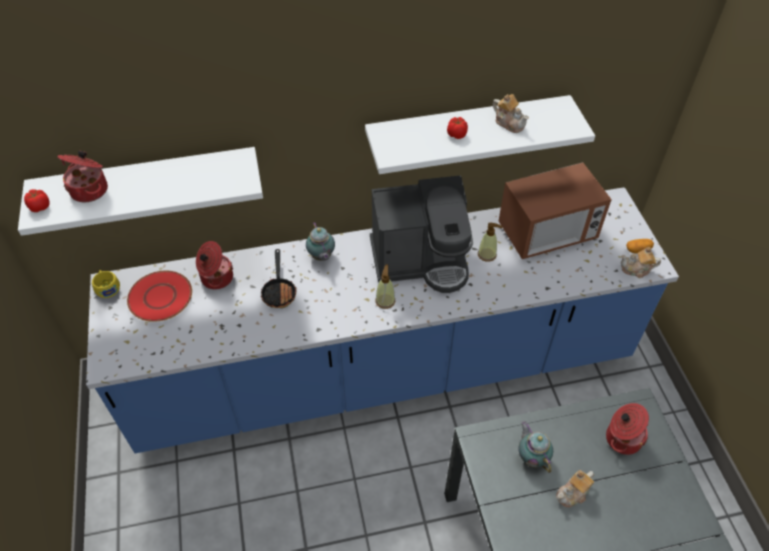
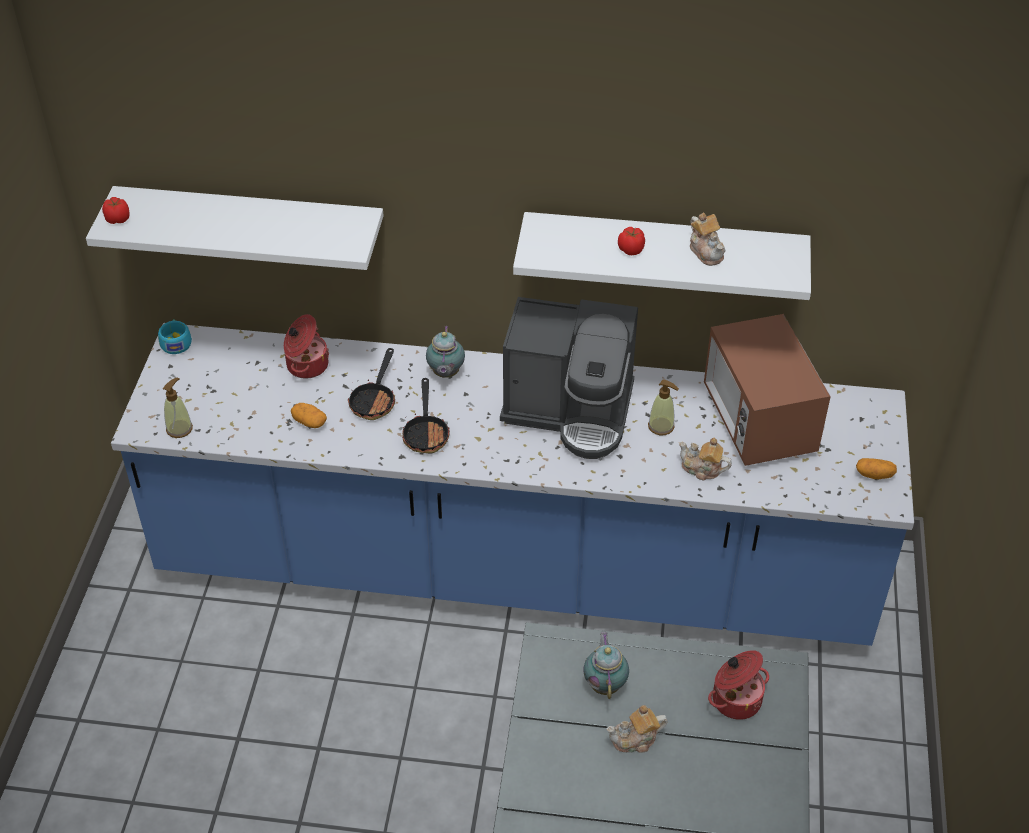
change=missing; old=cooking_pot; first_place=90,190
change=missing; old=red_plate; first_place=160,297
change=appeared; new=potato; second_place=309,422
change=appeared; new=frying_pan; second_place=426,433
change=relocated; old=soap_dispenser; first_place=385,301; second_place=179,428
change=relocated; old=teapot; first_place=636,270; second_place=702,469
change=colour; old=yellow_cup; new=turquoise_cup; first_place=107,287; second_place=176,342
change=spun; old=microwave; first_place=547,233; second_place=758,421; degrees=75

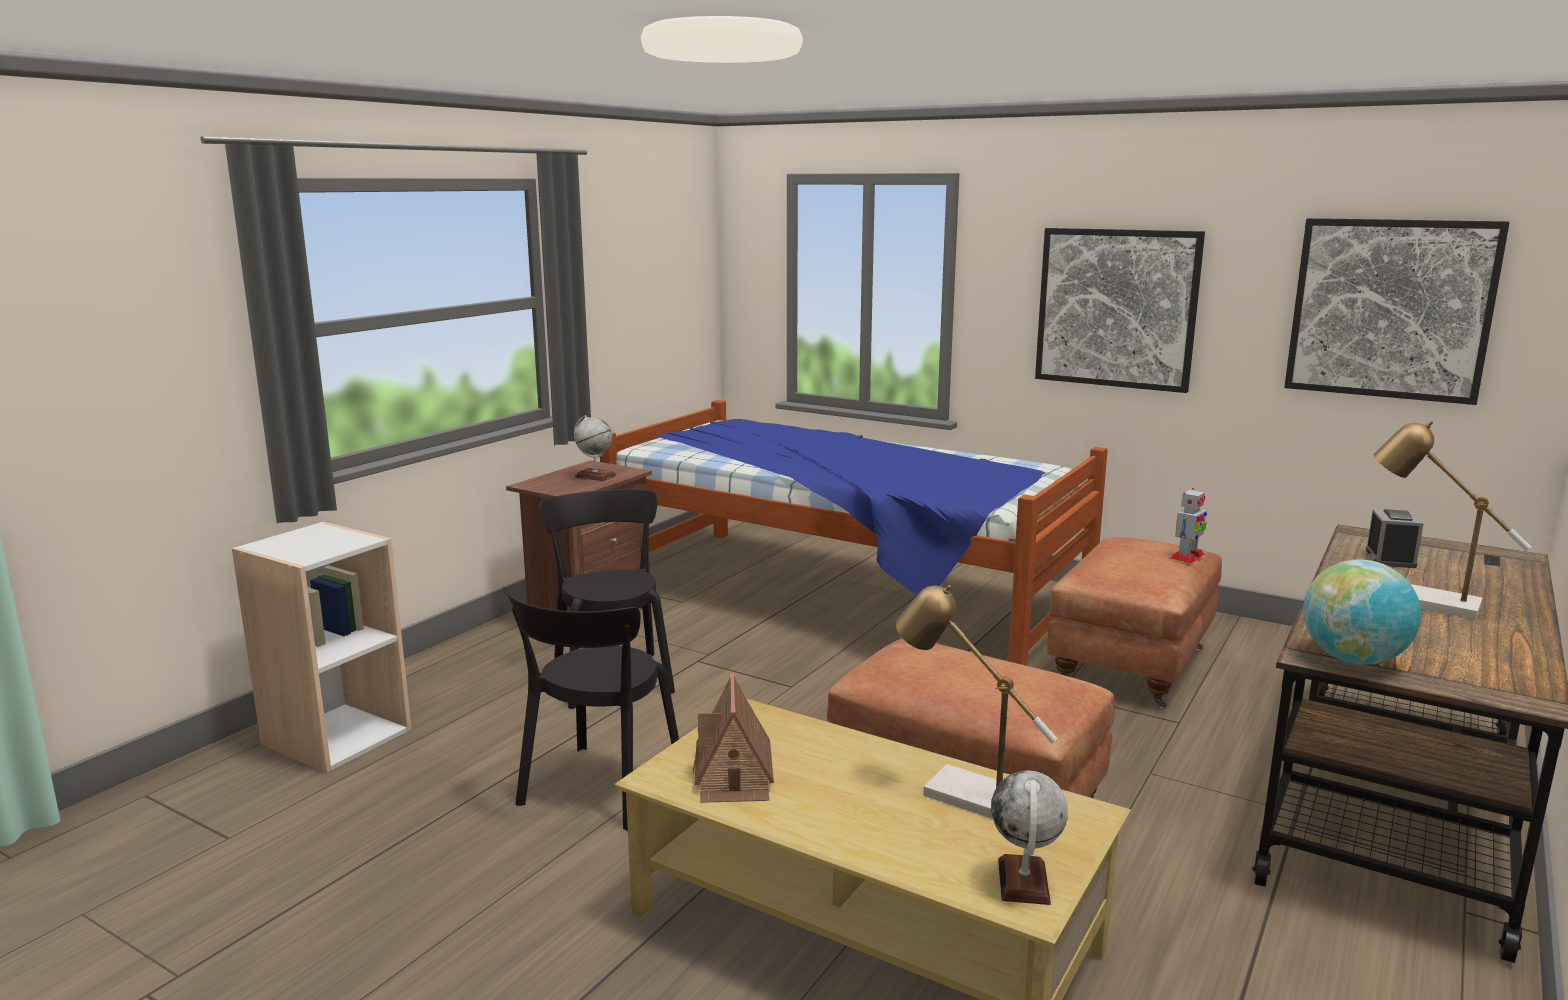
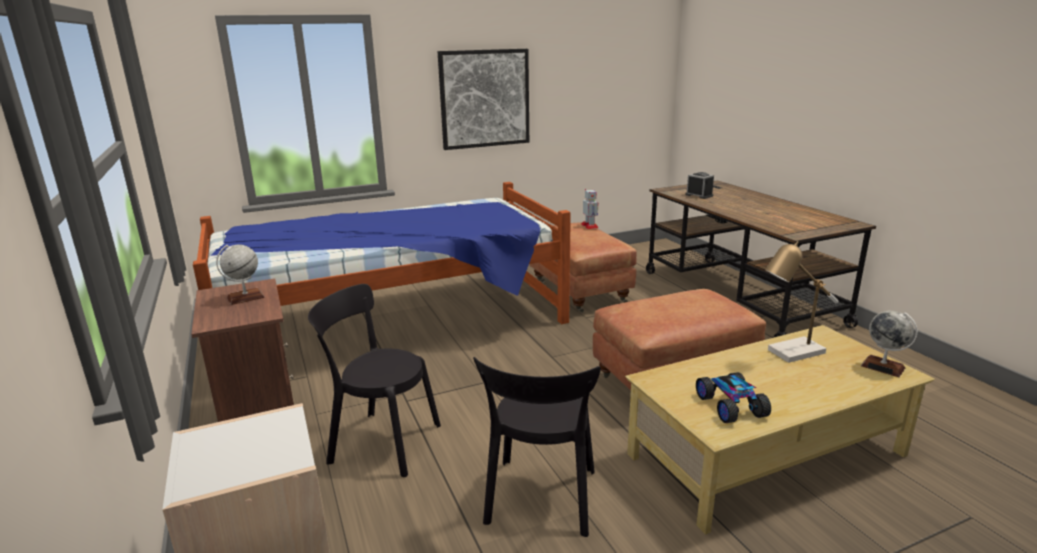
change=missing; old=picture; first_place=1390,309
change=missing; old=globe; first_place=1353,659
change=missing; old=table_lamp; first_place=1423,602
change=exchanged; old=toy_house; new=toy_car; first_place=734,774; second_place=731,406
change=spun; old=black_chair; first_place=598,791; second_place=540,501; degrees=45

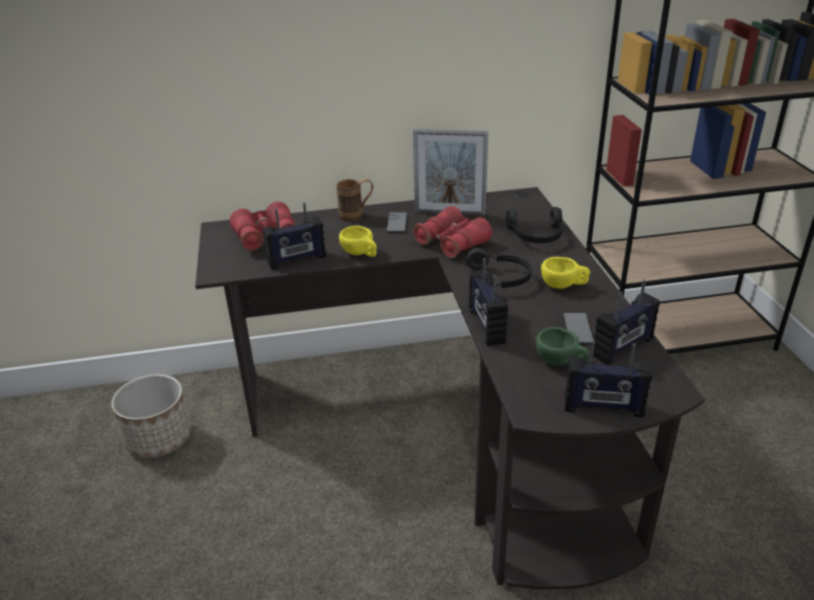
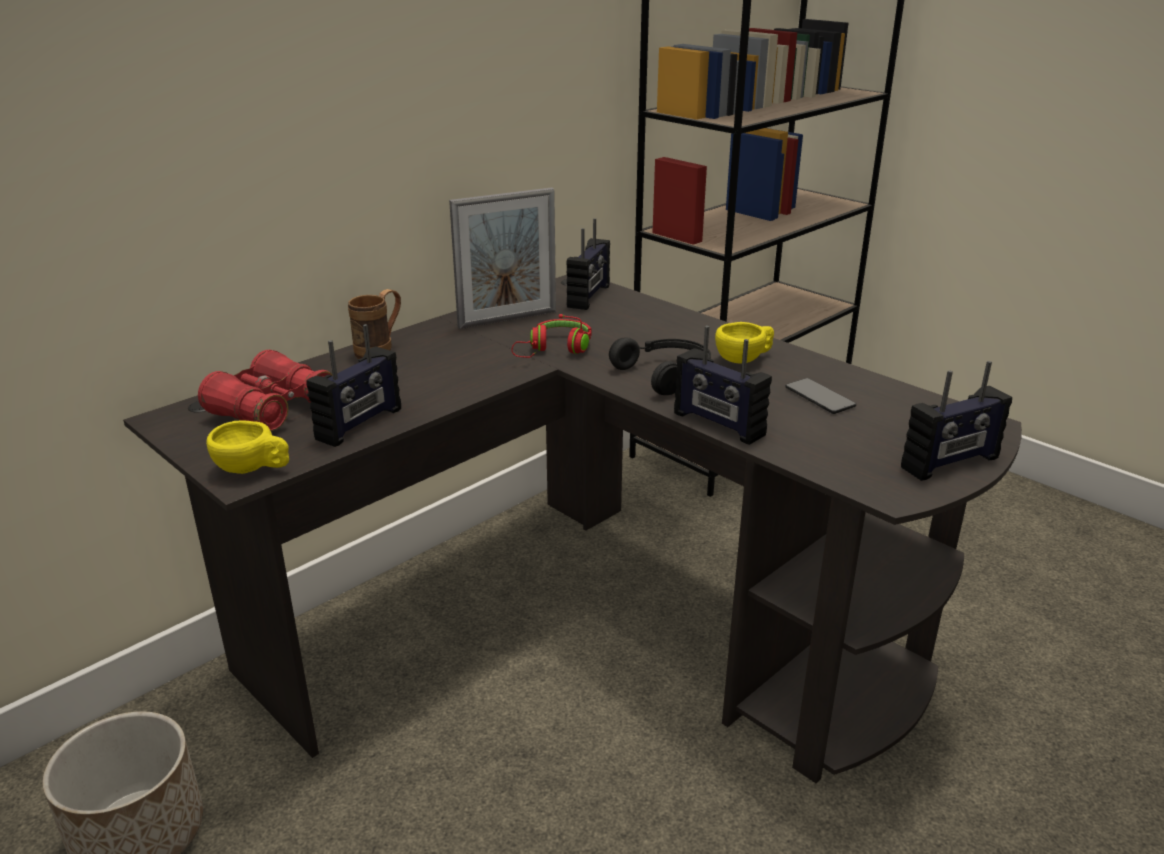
change=missing; old=phone; first_place=397,223
change=missing; old=black_headphones; first_place=536,236
change=missing; old=green_cup; first_place=561,362
change=relocated; old=yellow_cup; first_place=360,254; second_place=253,469
change=relocated; old=radio; first_place=623,348; second_place=589,296
change=exchanged; old=red_binoculars; new=red_headphones; first_place=452,243; second_place=555,350

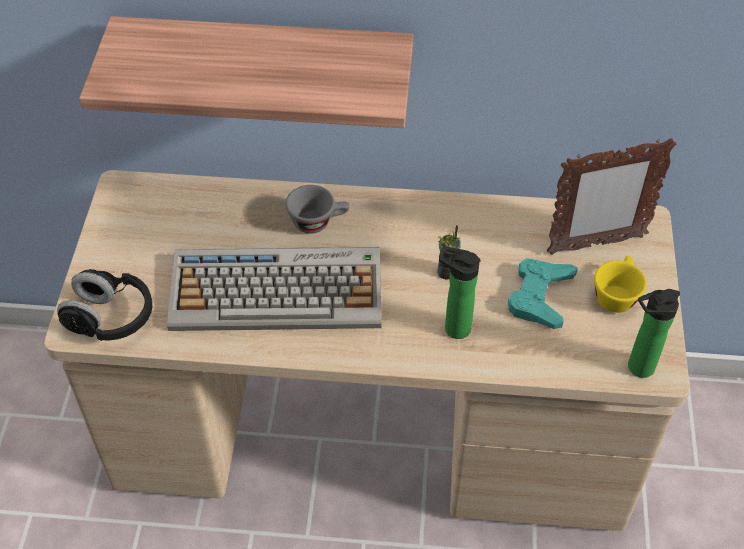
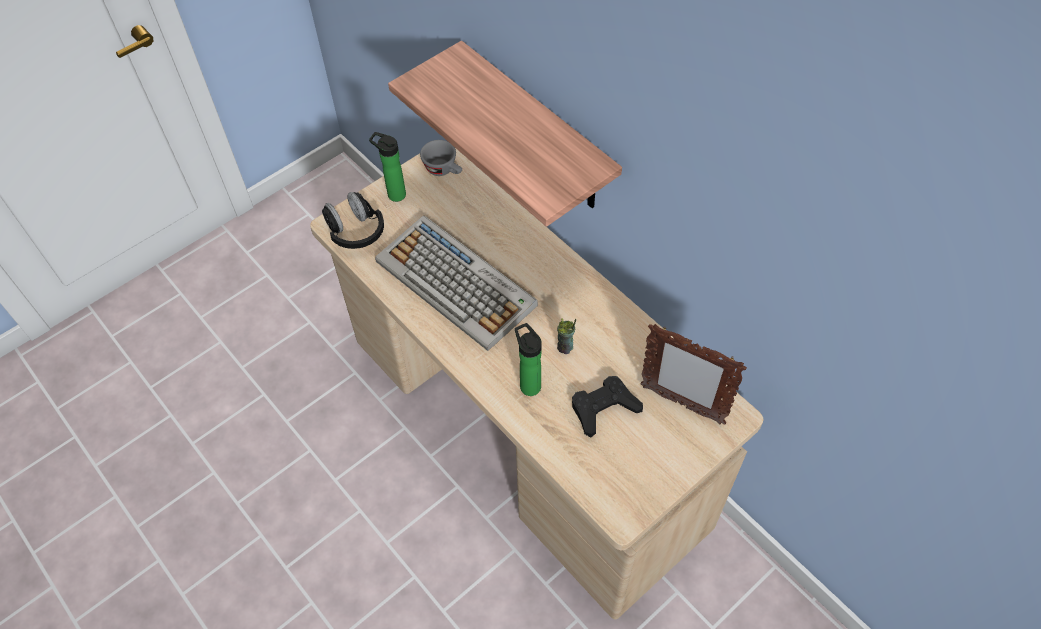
change=missing; old=yellow_cup; first_place=616,294
change=relocated; old=grey_cup; first_place=318,221; second_place=444,170
change=relocated; old=bottle; first_place=637,368; second_place=394,194
change=colour; old=turquoise_game_controller; new=black_game_controller; first_place=540,296; second_place=604,408

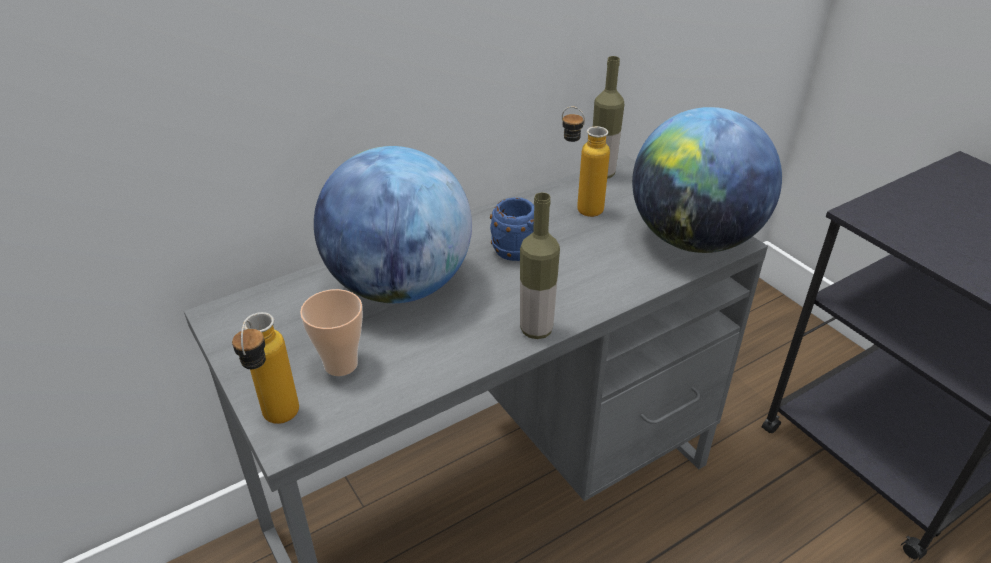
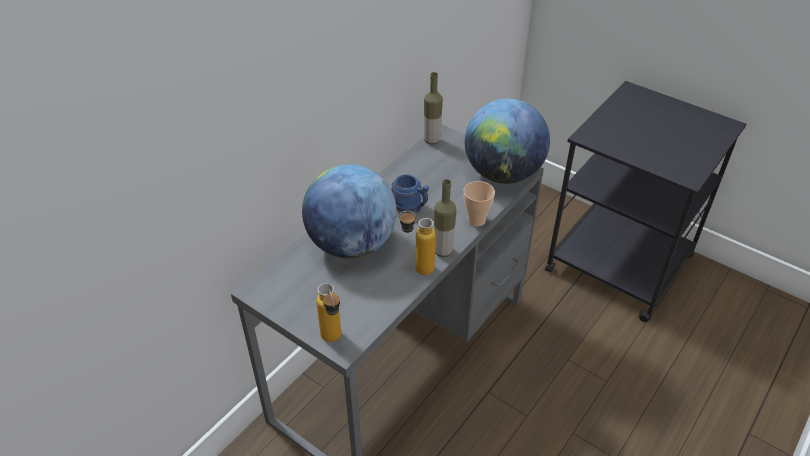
change=relocated; old=cup; first_place=341,364; second_place=476,220
change=relocated; old=bottle; first_place=579,208; second_place=416,268

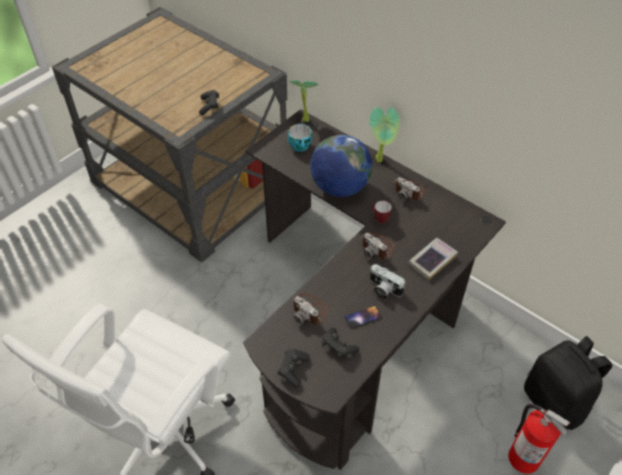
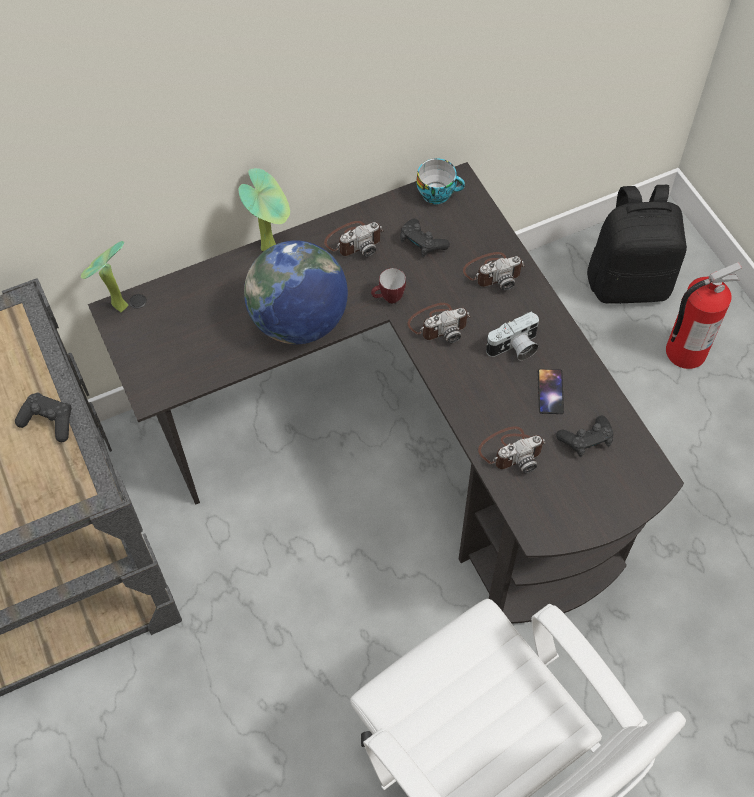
change=relocated; old=black_game_controller; first_place=293,370; second_place=422,243
change=relocated; old=cup; first_place=300,146; second_place=438,193
change=exchanged; old=book; new=photo_camera; first_place=432,261; second_place=493,272

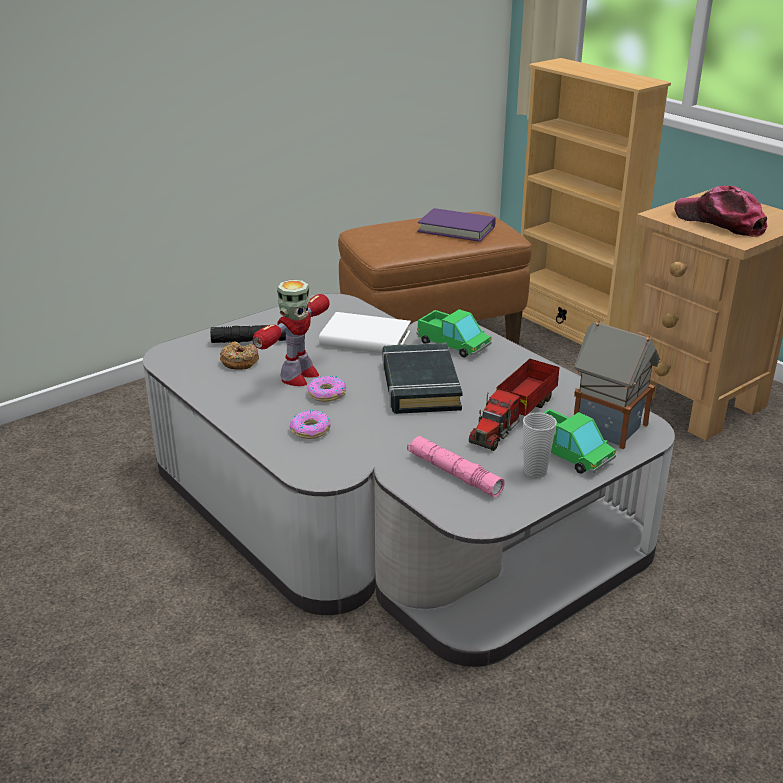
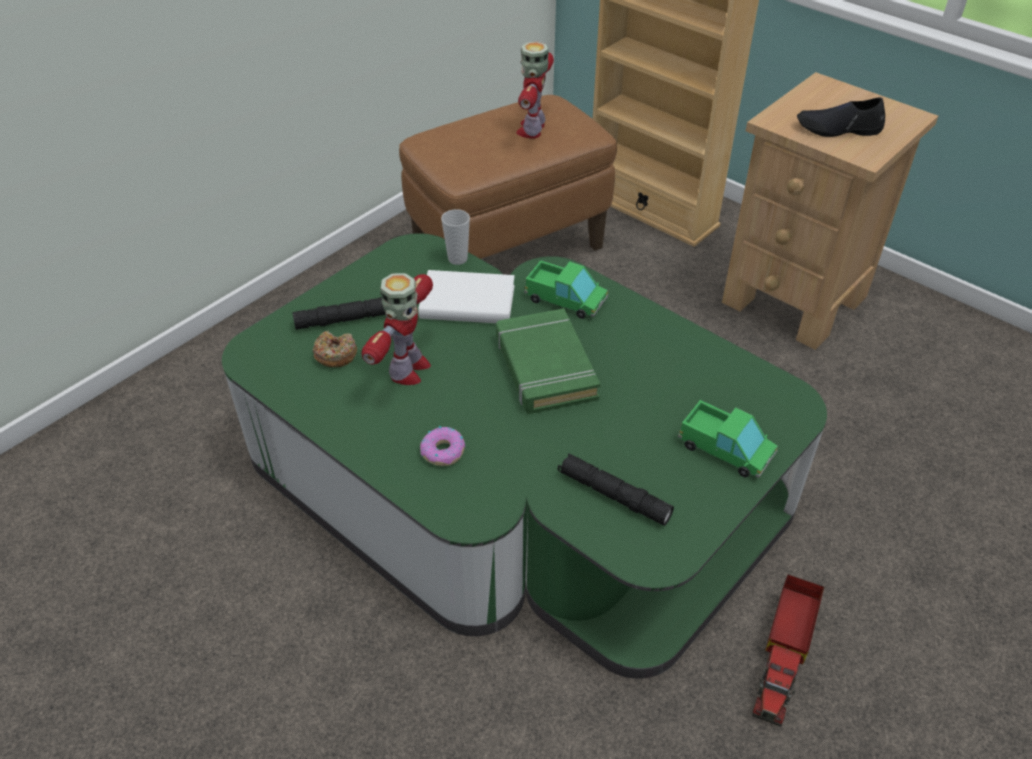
change=missing; old=donut; first_place=327,394
change=missing; old=toy_house; first_place=608,427
change=relocated; old=toy_truck; first_place=514,417; second_place=783,655
change=relocated; old=cup; first_place=535,471; second_place=457,259
change=exchanged; old=purple_book; new=toy_robot; first_place=456,229; second_place=532,129
change=exchanged; old=cap; new=black_shoe; first_place=720,222; second_place=838,129
change=colour; old=grey_coffee_table; new=green_coffee_table; first_place=390,502; second_place=514,475
change=colour; old=black_book; new=green_book; first_place=419,385; second_place=545,367
change=colour; old=pink_flashlight; new=black_flashlight; first_place=454,473; second_place=613,495

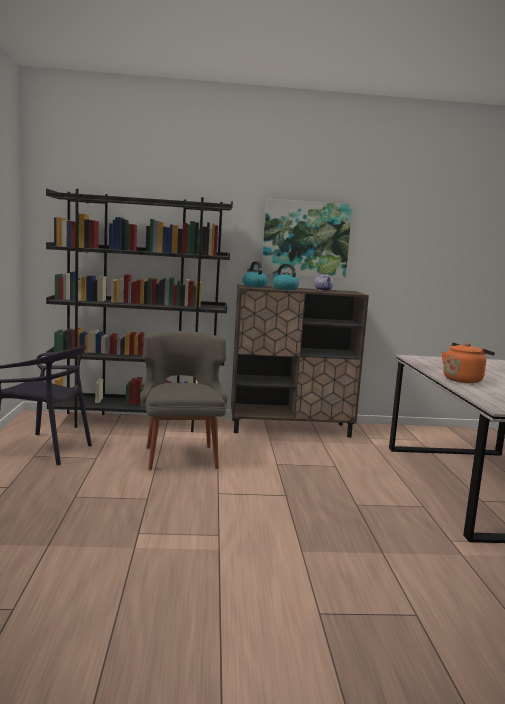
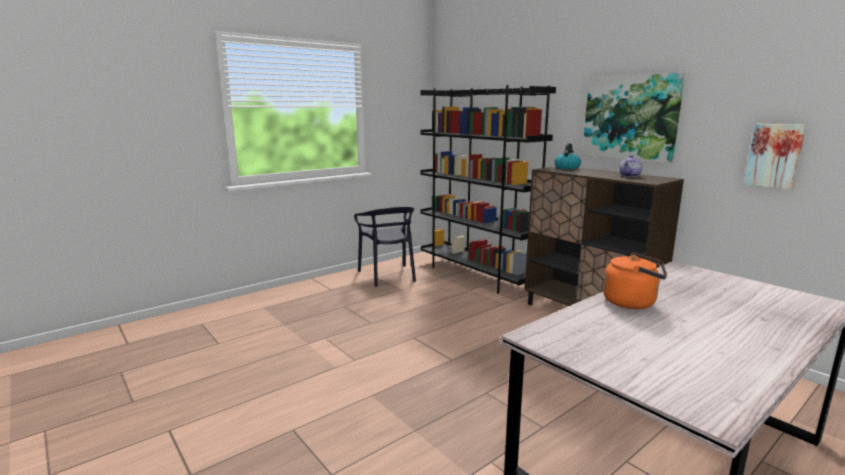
change=missing; old=grey_chair; first_place=181,458
change=missing; old=kettle; first_place=284,289
change=appeared; new=picture; second_place=775,155

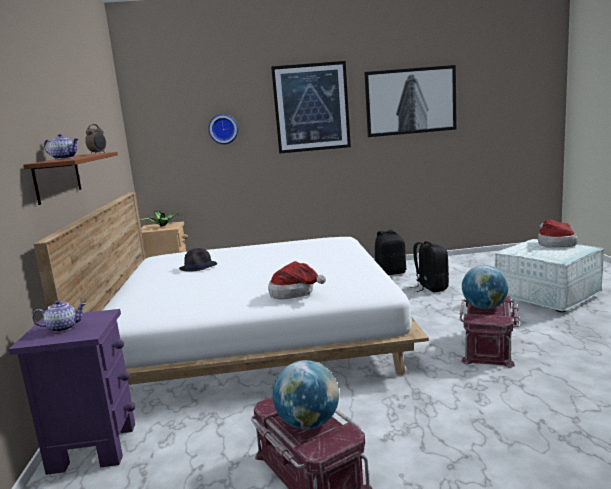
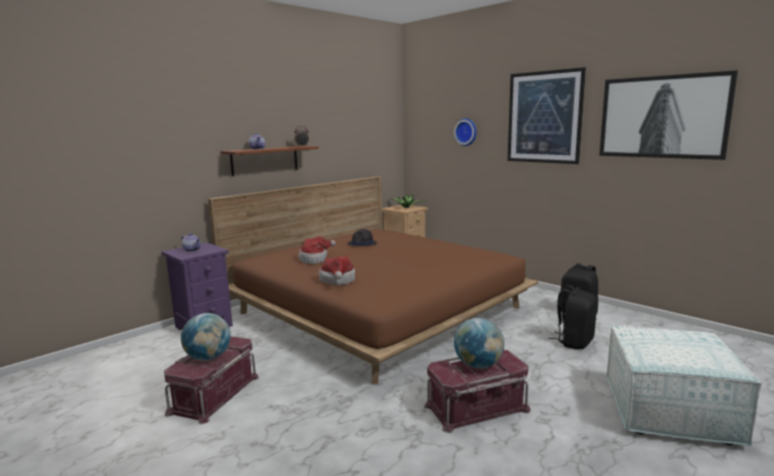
change=relocated; old=hat; first_place=554,244; second_place=315,259
change=colour; old=white_bed; new=brown_bed; first_place=255,333; second_place=378,310

